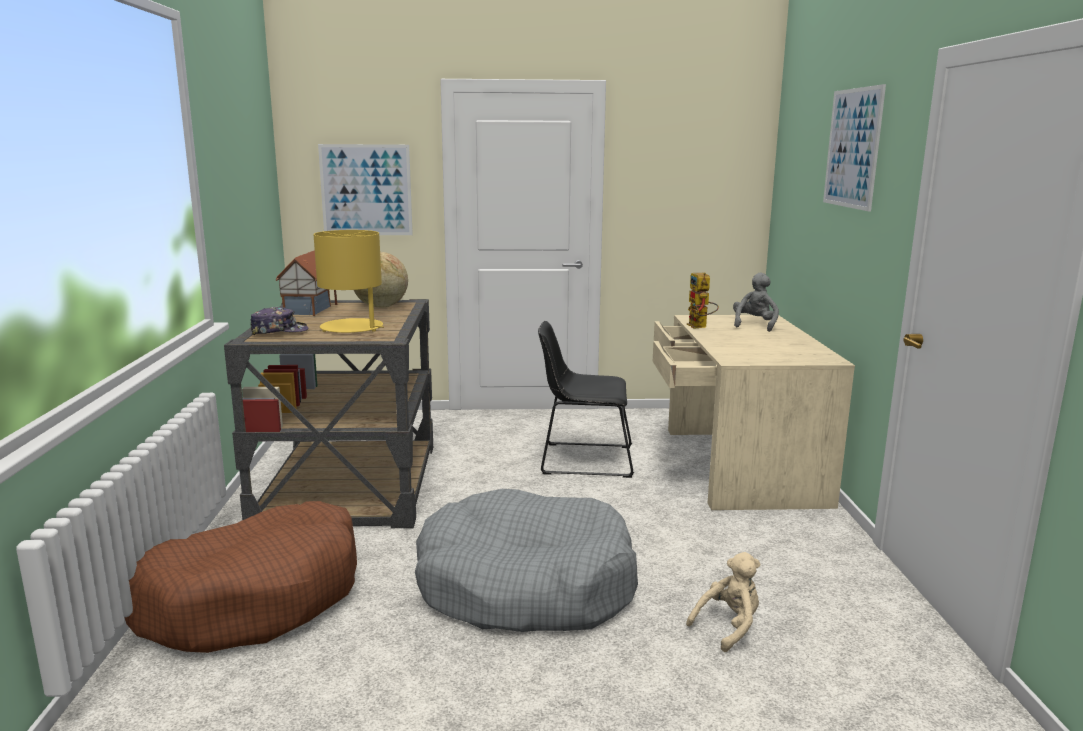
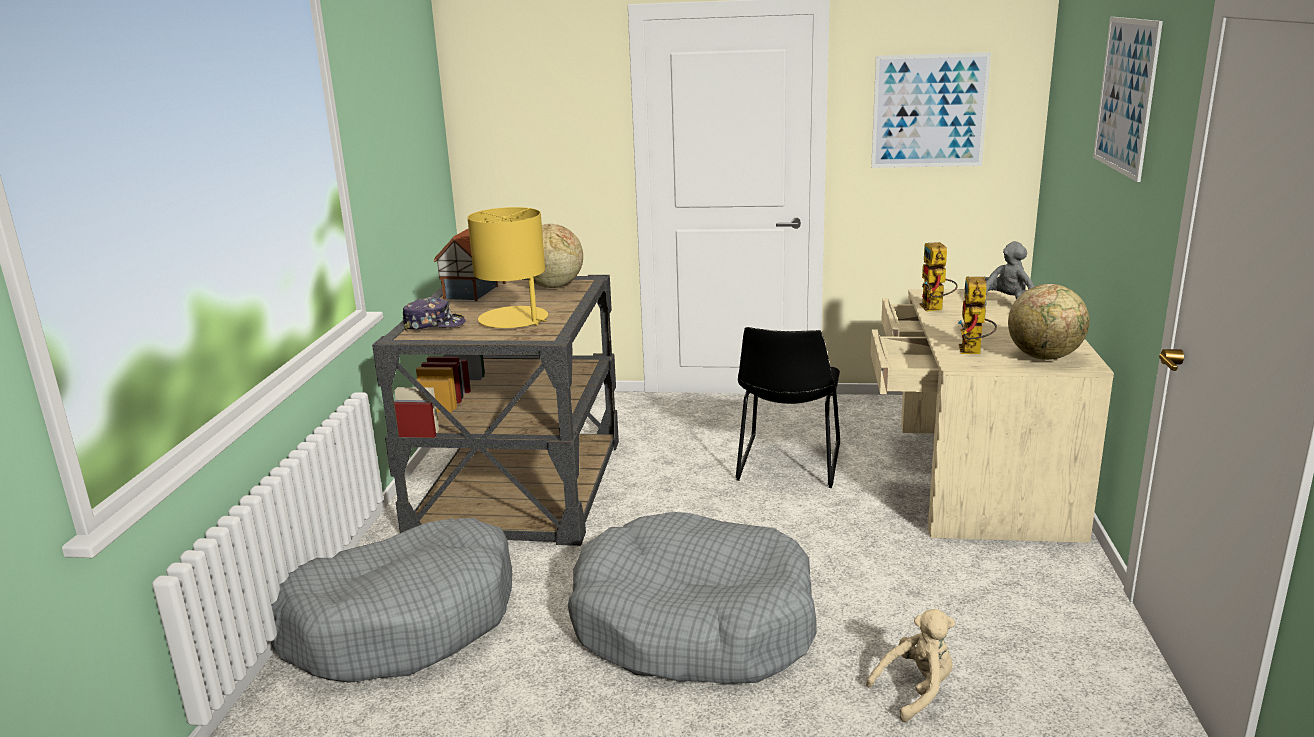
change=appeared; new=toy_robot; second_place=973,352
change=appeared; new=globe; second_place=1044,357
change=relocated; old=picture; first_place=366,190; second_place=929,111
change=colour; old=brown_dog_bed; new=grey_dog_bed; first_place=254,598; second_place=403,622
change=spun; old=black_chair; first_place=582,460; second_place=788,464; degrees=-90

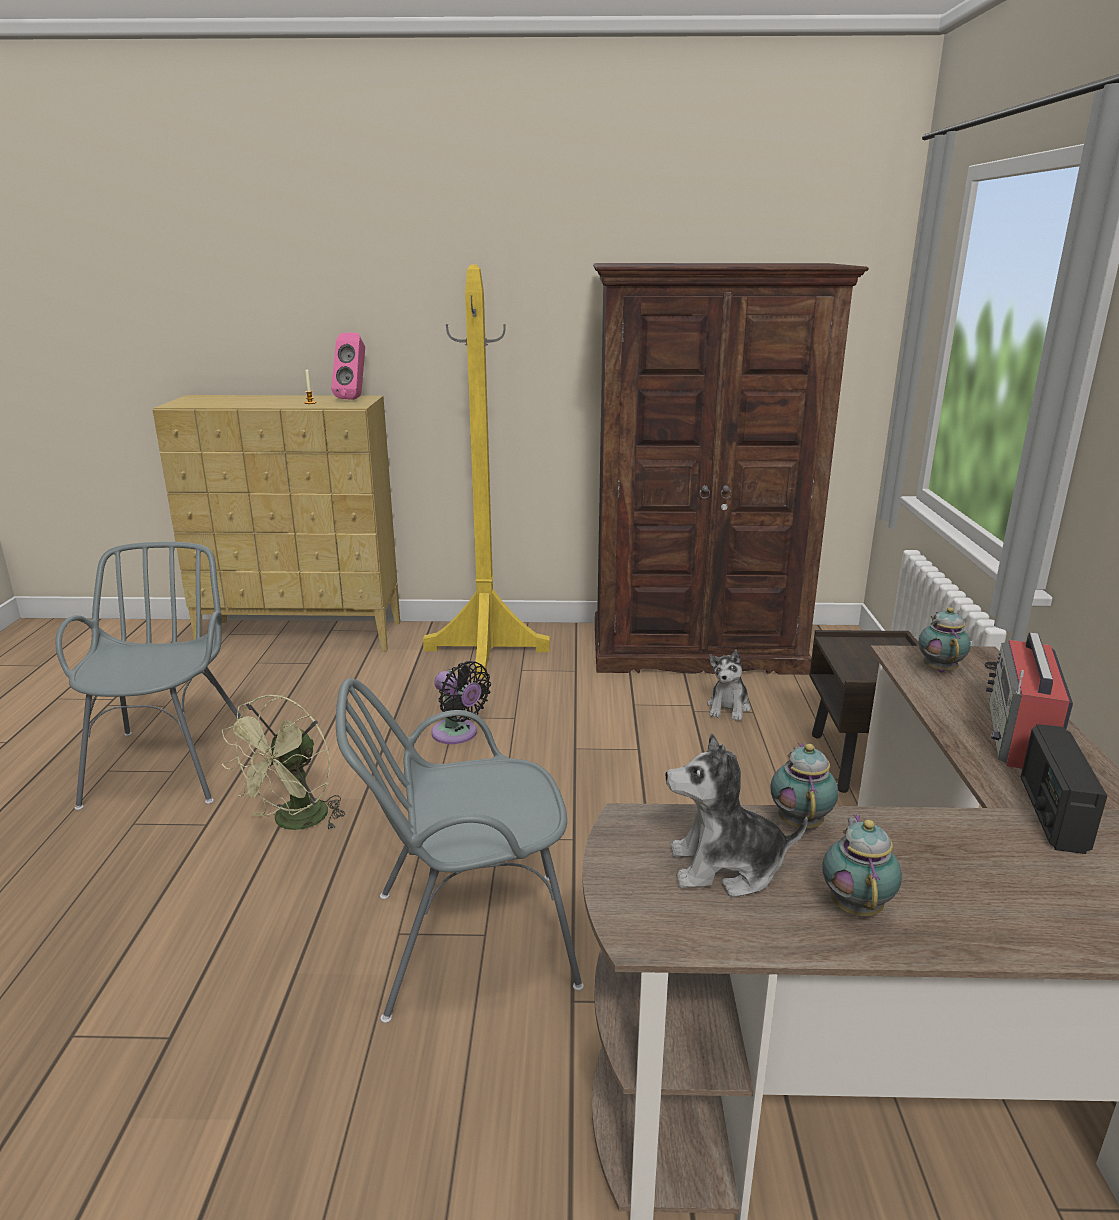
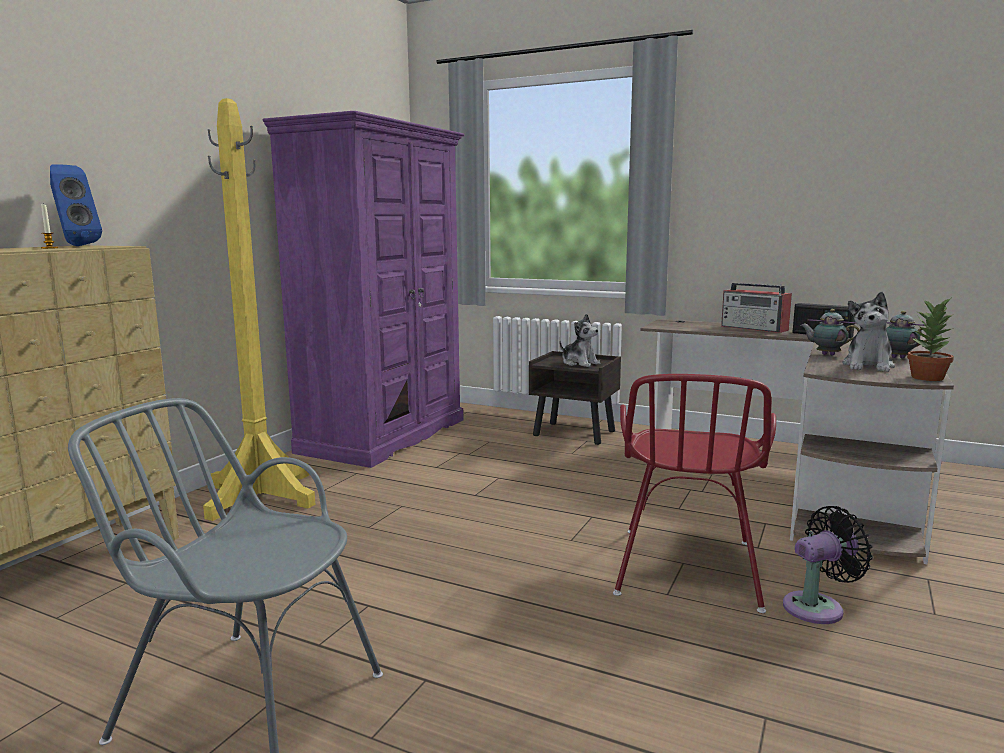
change=missing; old=green_fan; first_place=294,823
change=missing; old=teapot; first_place=939,668
change=appeared; new=potted_plant; second_place=928,378
change=relocated; old=black_fan; first_place=457,734; second_place=818,607
change=relocated; old=plush_toy; first_place=728,708; second_place=579,363
change=colour; old=pink_speaker; new=blue_speaker; first_place=354,399; second_place=76,246
change=colour; old=grey_chair; new=red_chair; first_place=464,941; second_place=687,570
change=colour; old=brown_wardrobe; new=purple_wardrobe; first_place=696,649; second_place=384,435

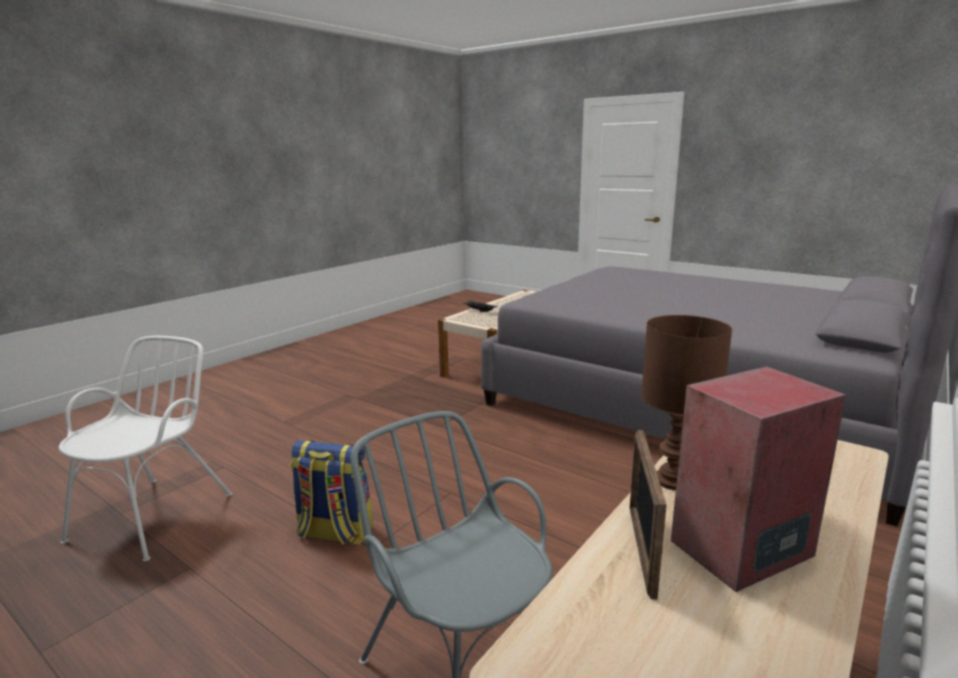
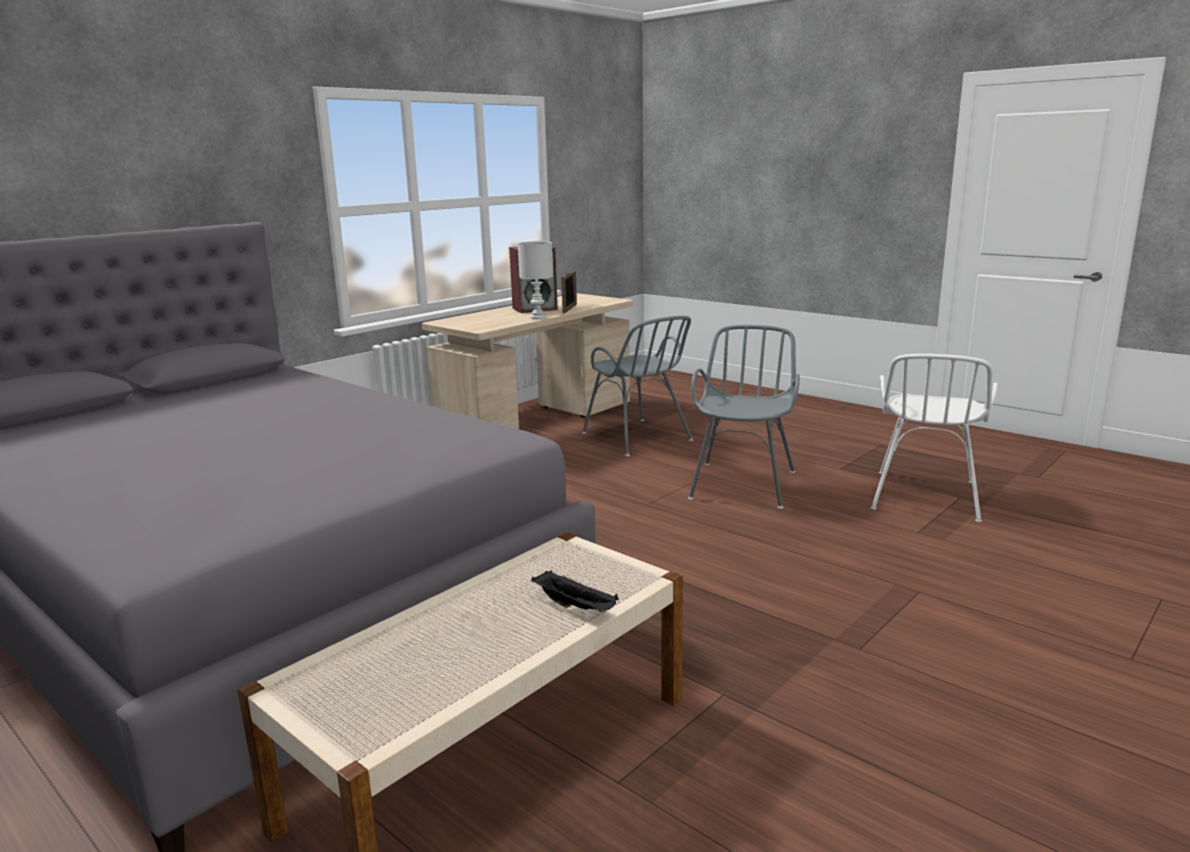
change=exchanged; old=backpack; new=grey_chair; first_place=334,533; second_place=743,482
change=colour; old=brown_table_lamp; new=white_table_lamp; first_place=671,481; second_place=538,317

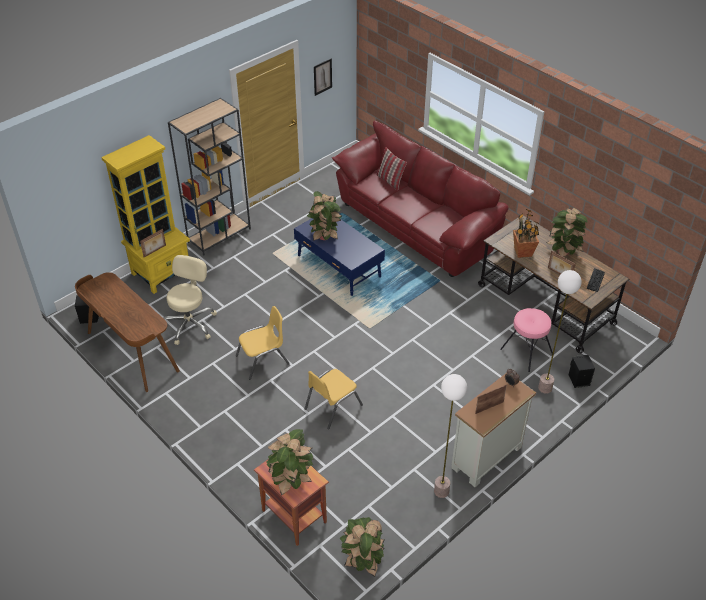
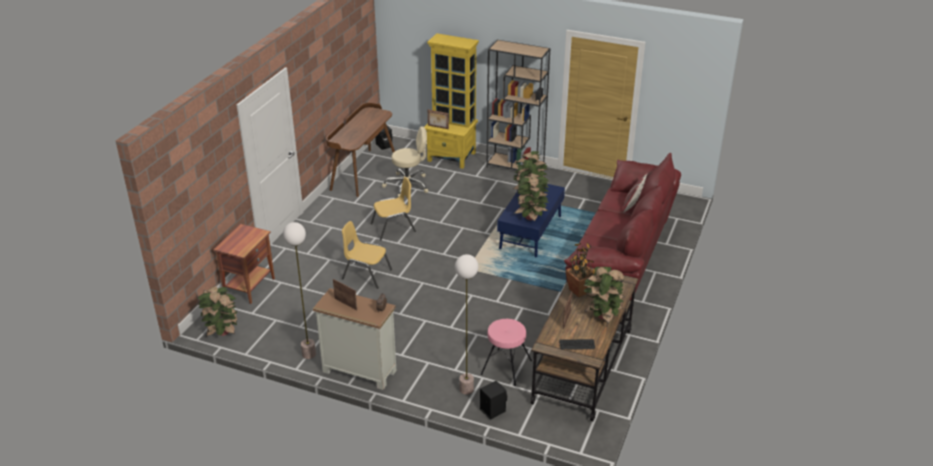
change=missing; old=picture; first_place=322,77
change=relocated; old=potted_plant; first_place=291,481; second_place=530,218
change=spun; old=yellow_chair; first_place=263,360; second_place=393,228; degrees=-60

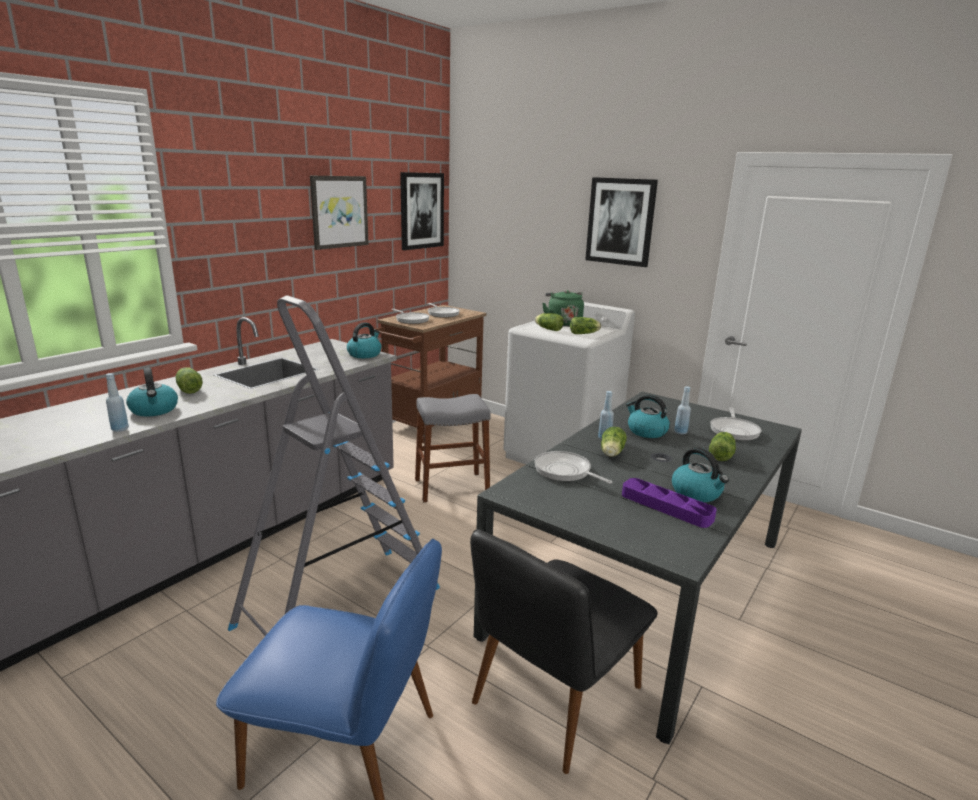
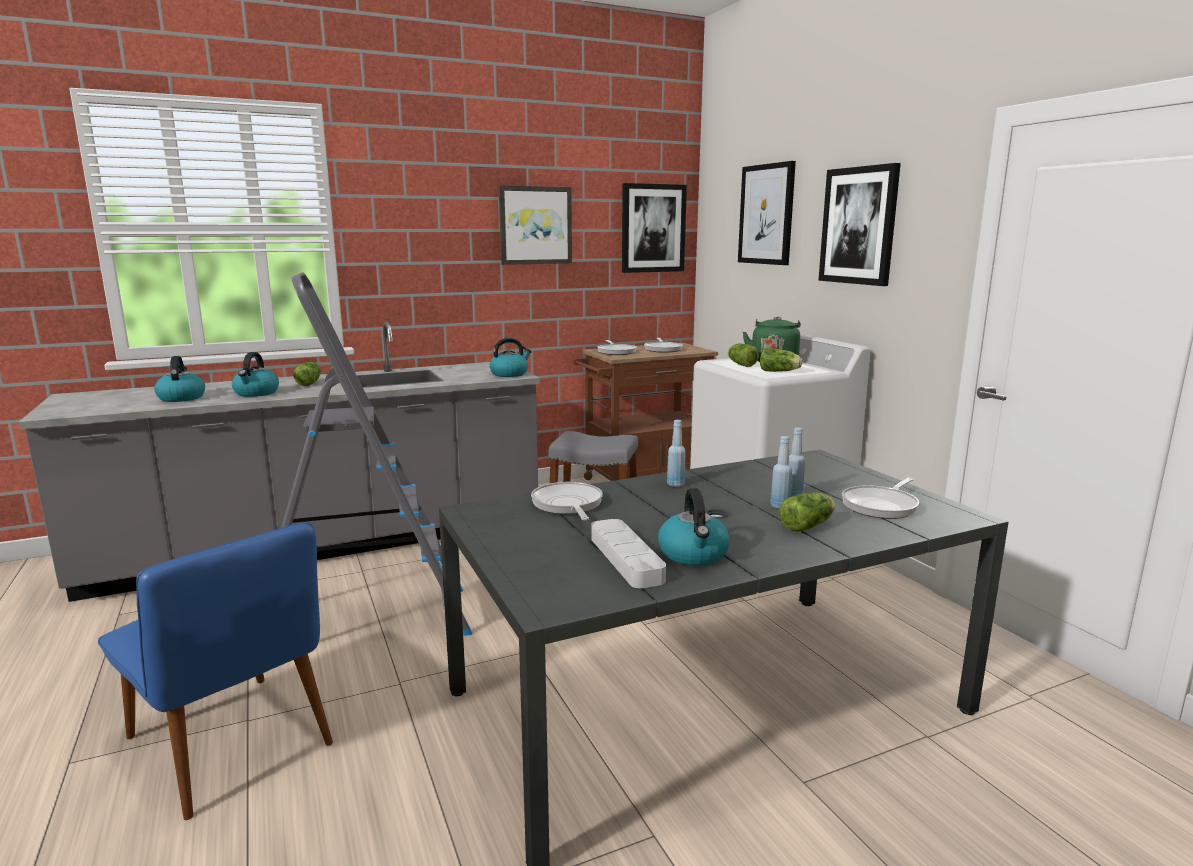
change=missing; old=black_chair; first_place=557,694
change=missing; old=lettuce; first_place=611,454
change=appeared; new=picture; second_place=766,214
change=relocated; old=blue_bottle; first_place=120,429; second_place=780,506
change=relocated; old=kettle; first_place=646,431; second_place=181,398
change=colour; old=purple_tray; new=grey_tray; first_place=666,507; second_place=626,558

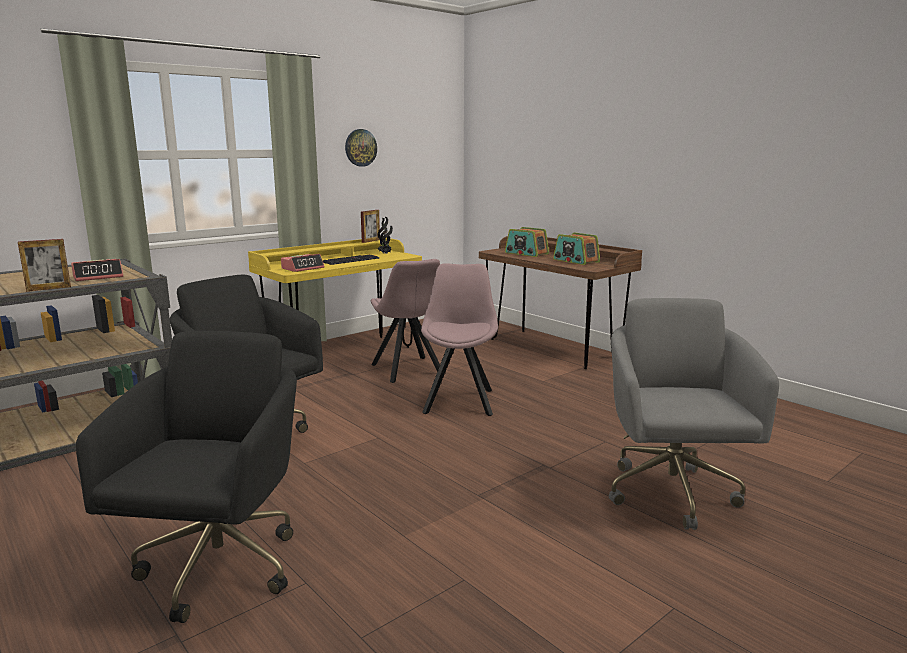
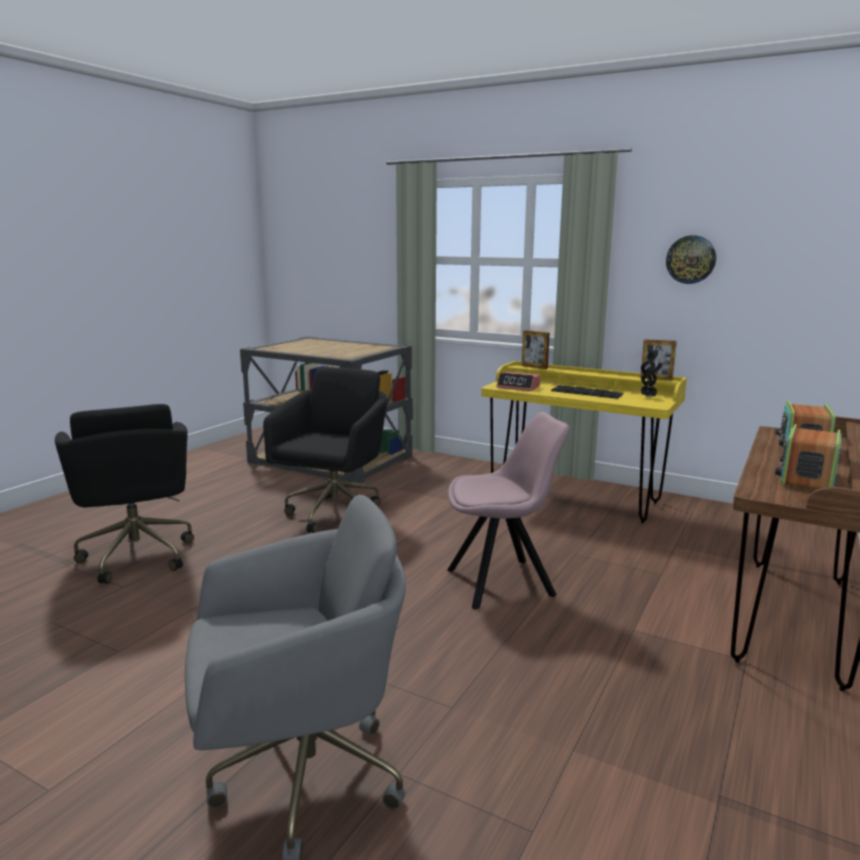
change=missing; old=alarm_clock; first_place=98,277
change=missing; old=pink_chair; first_place=407,370
change=relocated; old=picture_frame; first_place=49,288; second_place=534,367
change=spun; old=black_office_chair; first_place=216,574; second_place=137,555; degrees=75

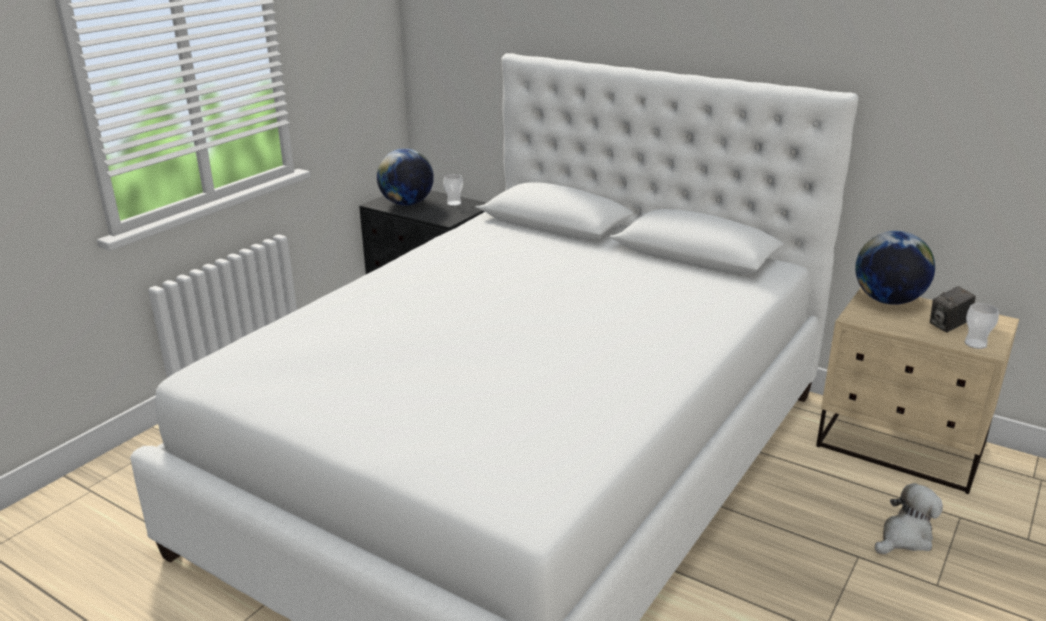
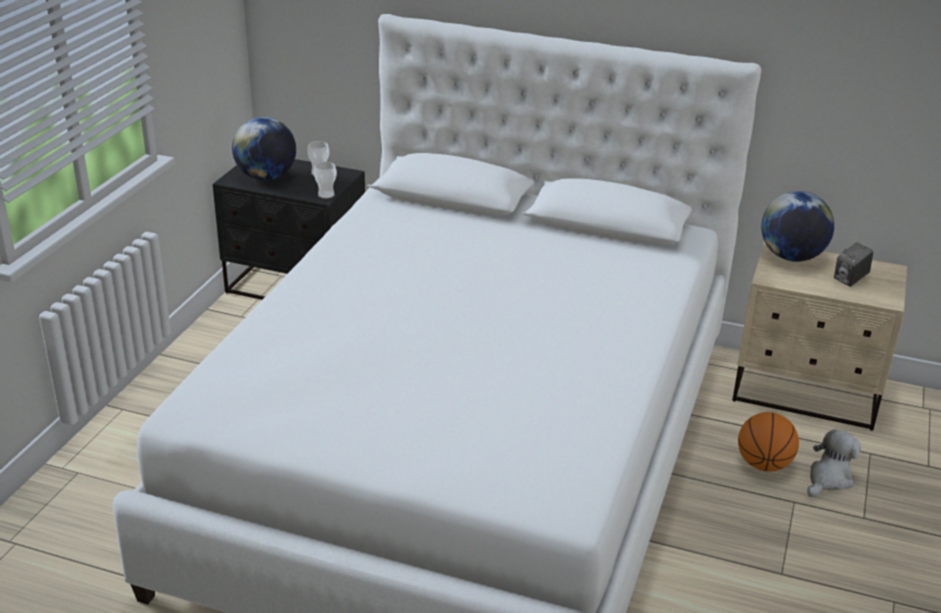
change=appeared; new=basketball; second_place=763,464
change=relocated; old=cup; first_place=975,344; second_place=326,195

